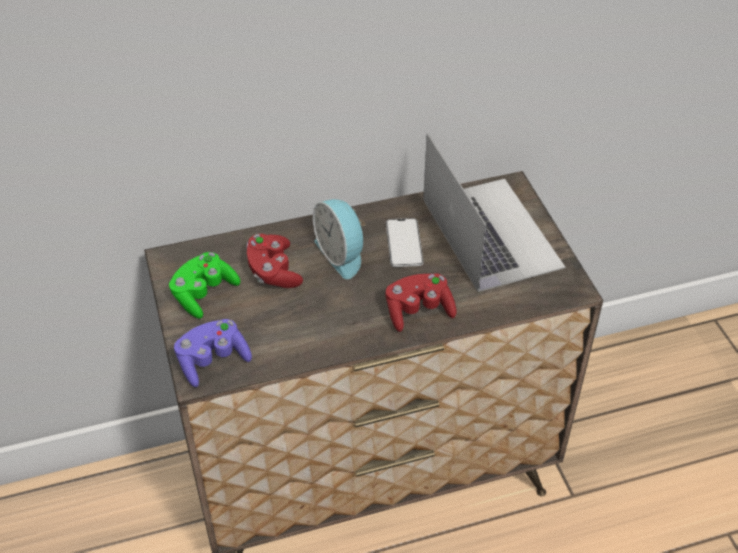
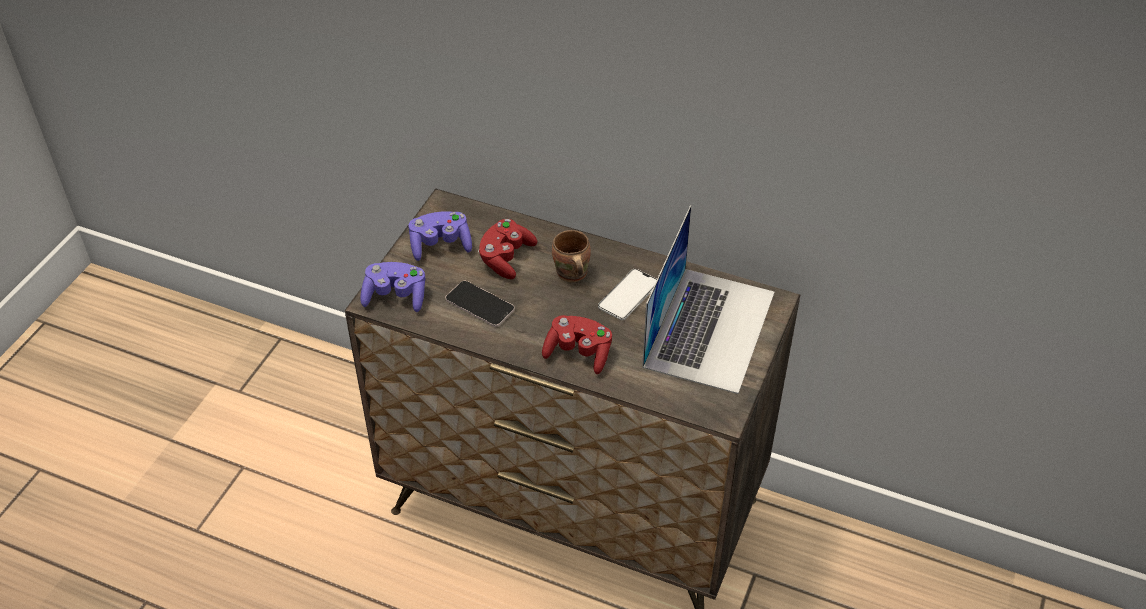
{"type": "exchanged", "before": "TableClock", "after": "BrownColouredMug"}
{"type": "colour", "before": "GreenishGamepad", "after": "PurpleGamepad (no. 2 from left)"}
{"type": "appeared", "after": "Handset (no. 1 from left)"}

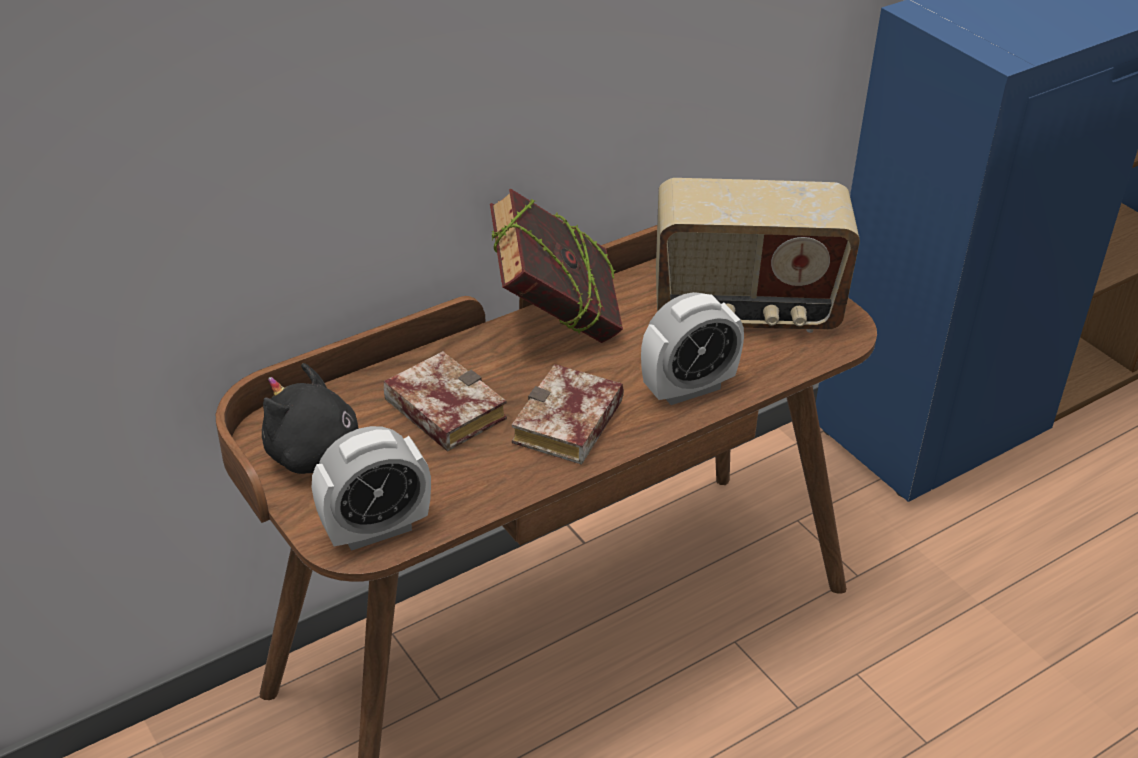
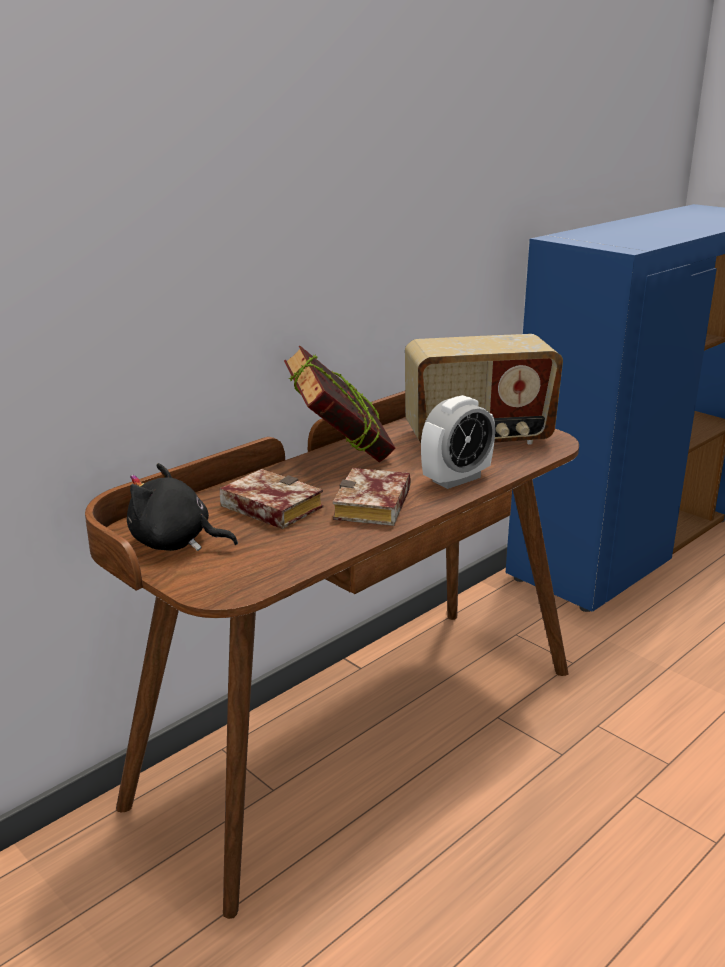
{"type": "missing", "before": "TableClock (no. 1 from left)"}

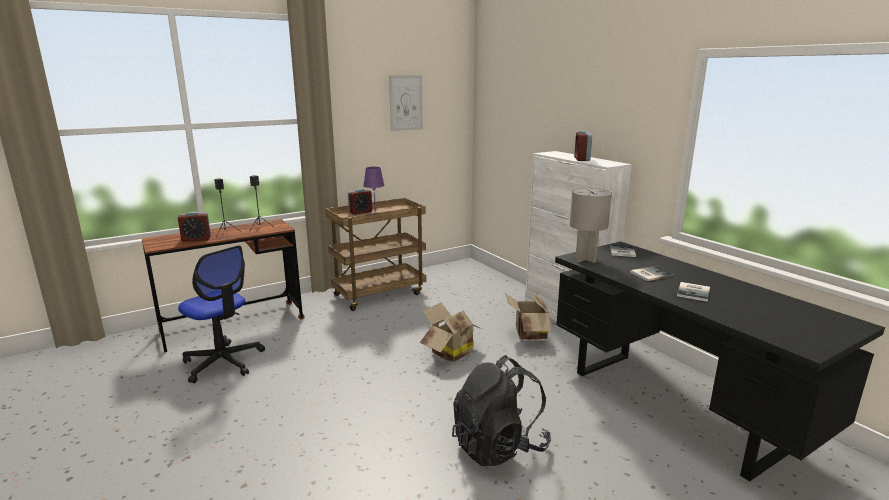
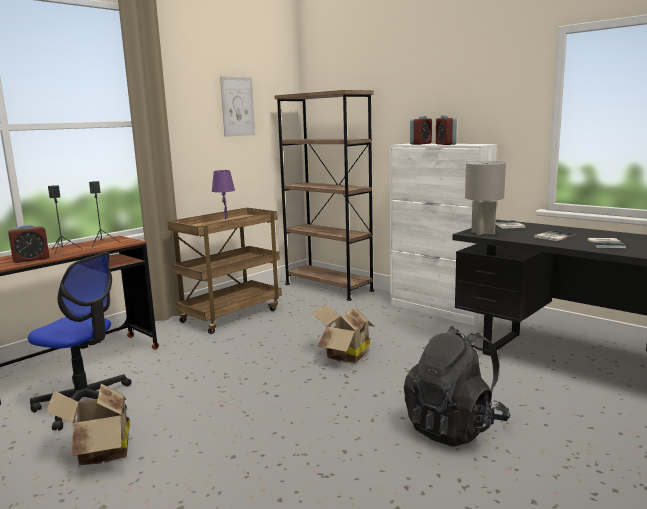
{"type": "relocated", "before": "TableClock (no. 2 from left)"}
{"type": "relocated", "before": "PackingBox (no. 2 from left in the first image)", "after": "PackingBox (no. 1 from left)"}
{"type": "appeared", "after": "BrownColouredShelvingUnit"}

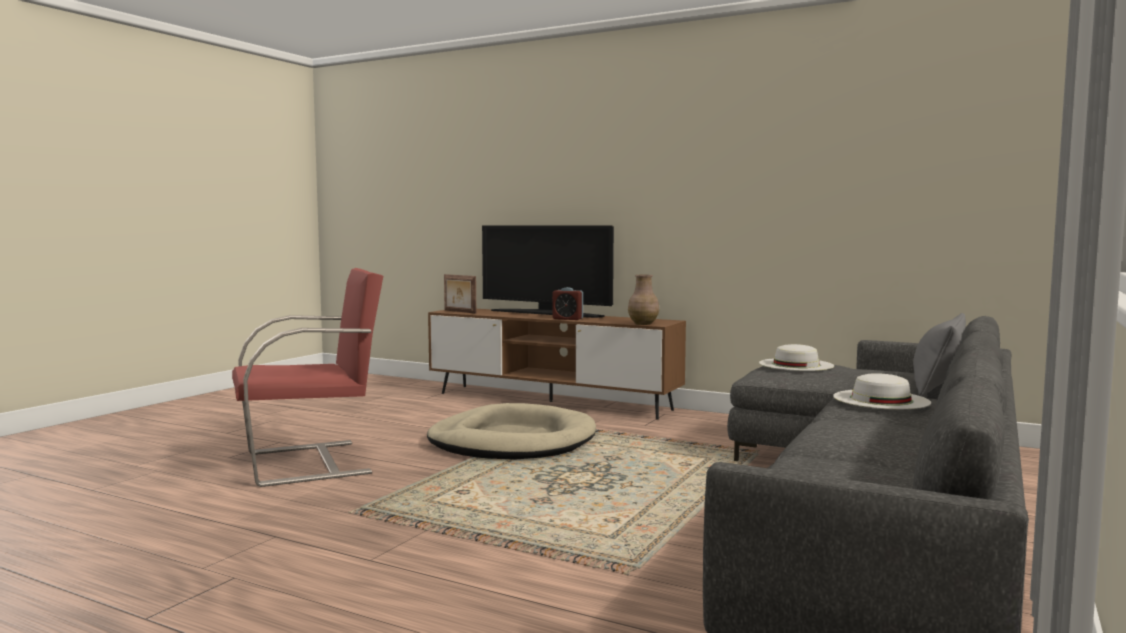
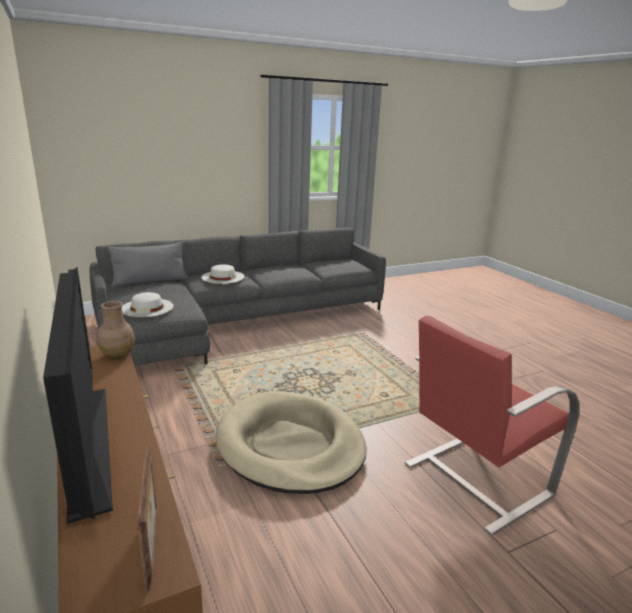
{"type": "spun", "before": "RedColouredEasyChair", "turn": -45}
{"type": "missing", "before": "TableClock"}

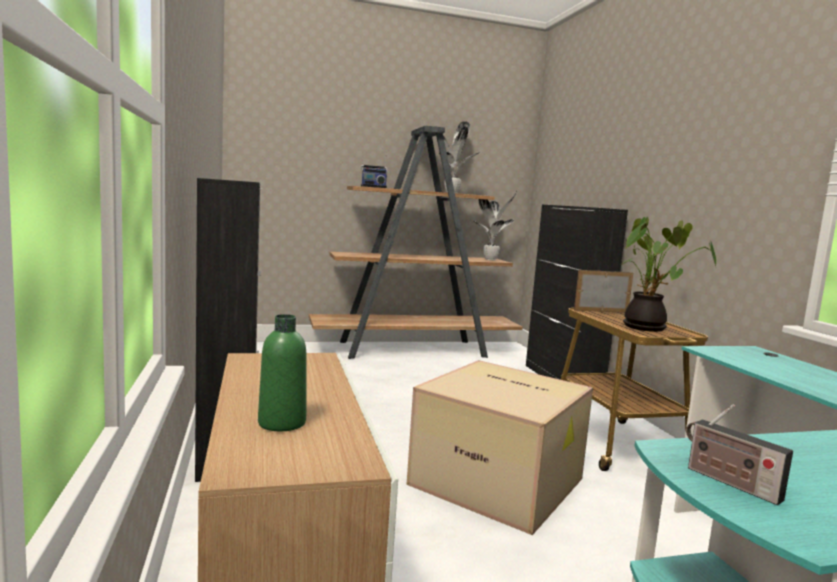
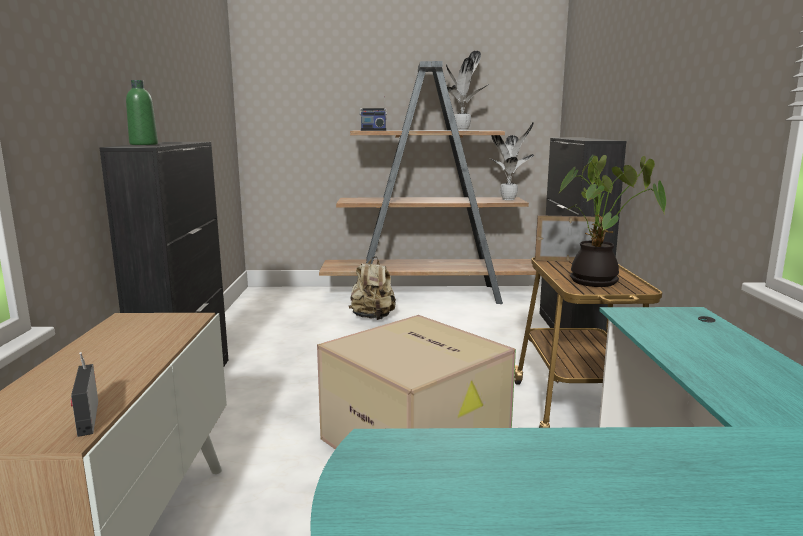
{"type": "relocated", "before": "GreenishDrinkBottle"}
{"type": "relocated", "before": "RadioReceiver (no. 2 from left in the first image)", "after": "RadioReceiver (no. 1 from left)"}
{"type": "appeared", "after": "BeigeKnapsack"}

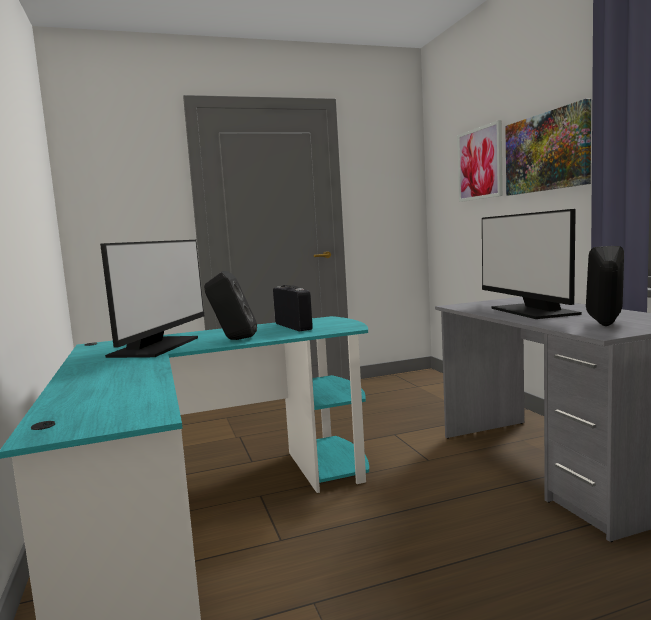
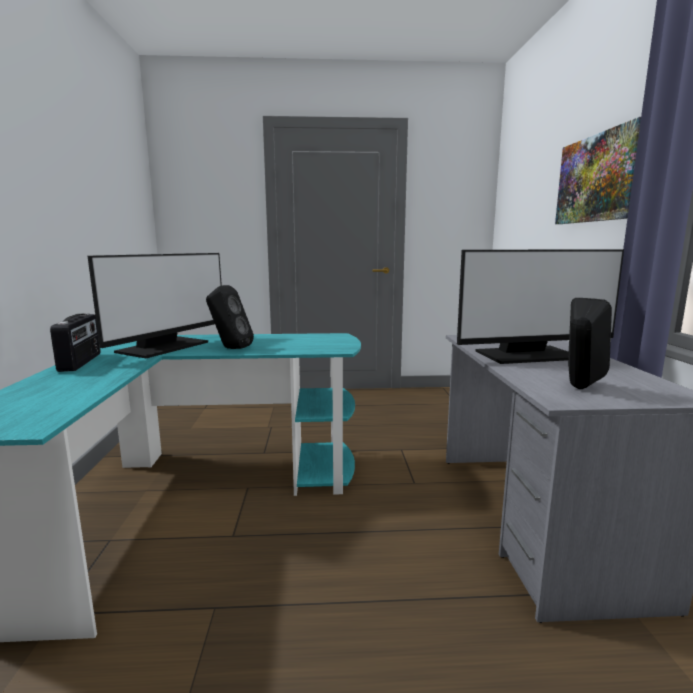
{"type": "missing", "before": "Picture (no. 1 from left)"}
{"type": "spun", "before": "ComputerDisplay (no. 2 from left)", "turn": -105}
{"type": "relocated", "before": "RadioReceiver"}

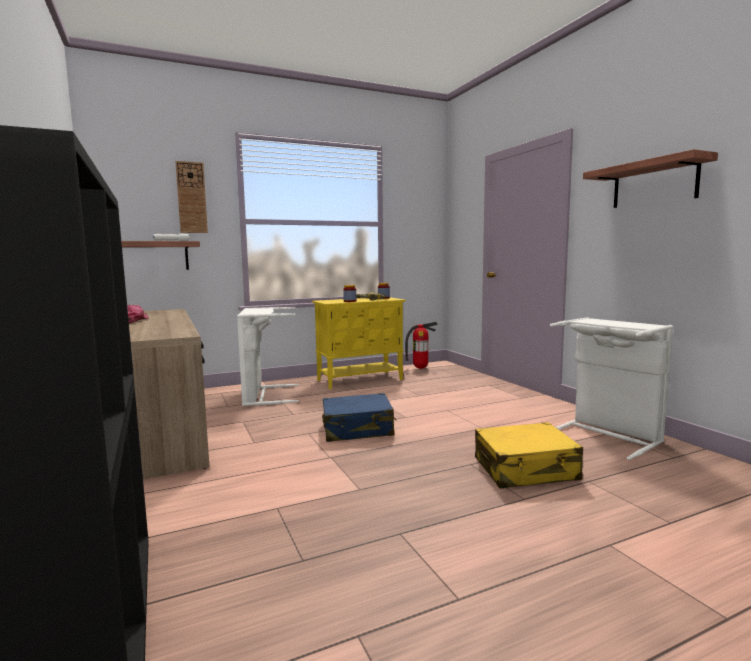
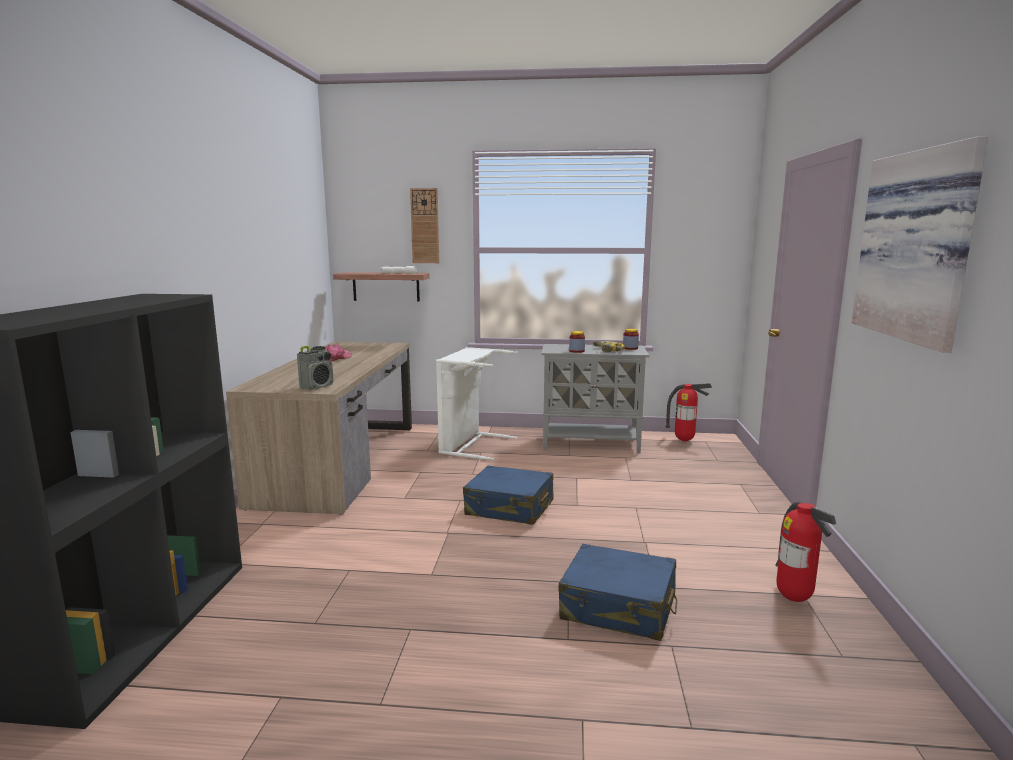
{"type": "exchanged", "before": "Shelf (no. 2 from left)", "after": "Picture"}
{"type": "colour", "before": "YellowCupboard", "after": "GrayCupboard"}
{"type": "exchanged", "before": "WhiteColouredLaundryBasket (no. 2 from left)", "after": "Extinguisher (no. 2 from left)"}
{"type": "colour", "before": "YellowPieceOfLuggage", "after": "BluePieceOfLuggage (no. 2 from left)"}
{"type": "appeared", "after": "RadioReceiver"}

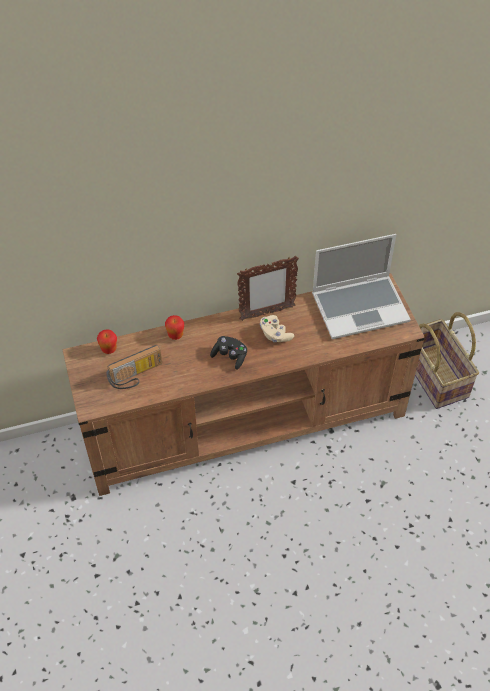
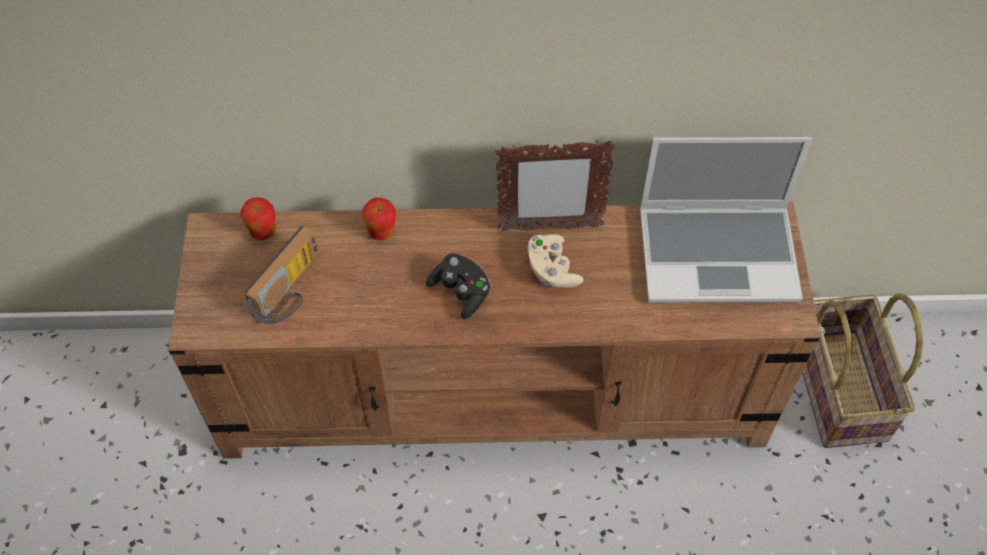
{"type": "spun", "before": "RadioReceiver", "turn": -45}

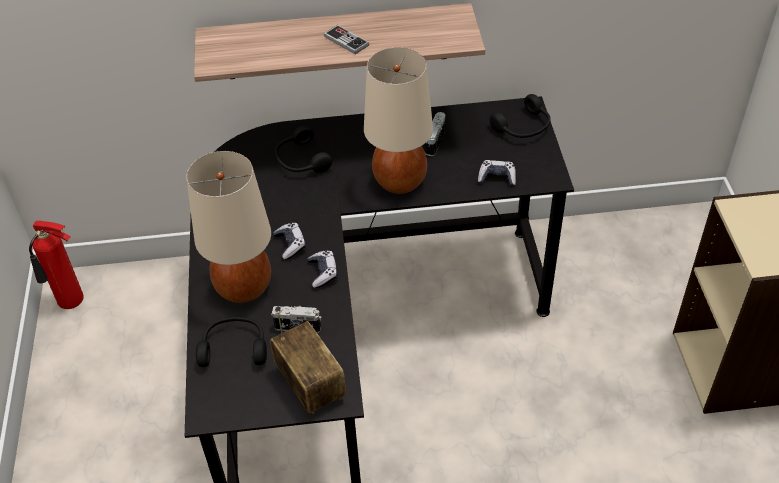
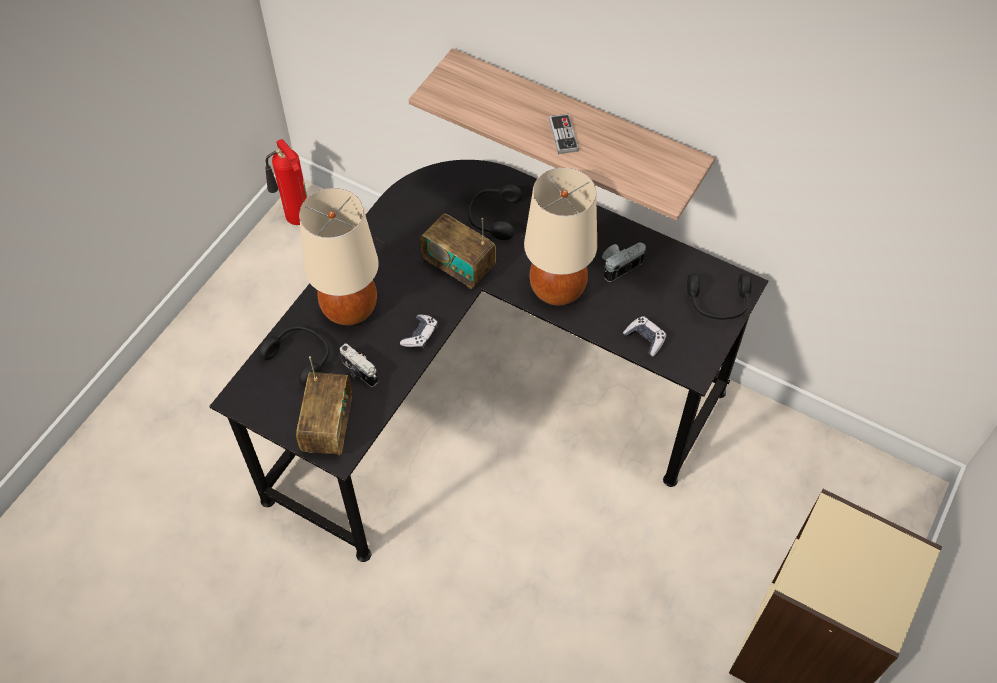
{"type": "missing", "before": "Gamepad (no. 1 from left)"}
{"type": "appeared", "after": "RadioReceiver (no. 2 from left)"}

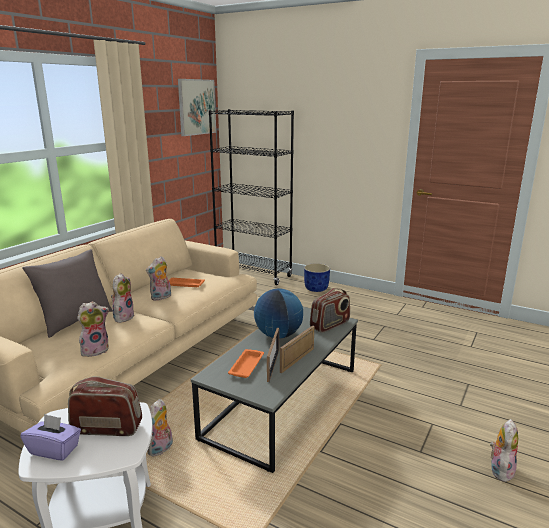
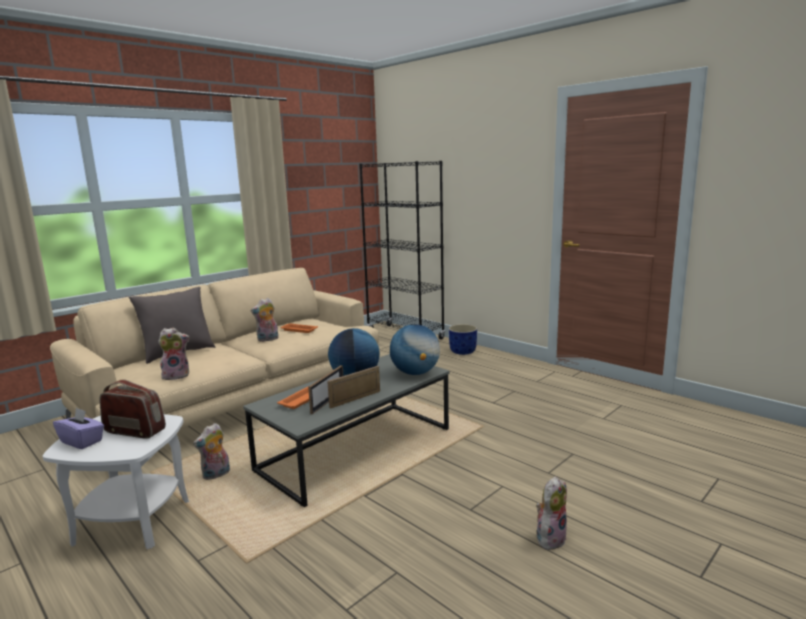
{"type": "missing", "before": "Picture"}
{"type": "missing", "before": "SoftToy (no. 2 from left)"}
{"type": "exchanged", "before": "RadioReceiver (no. 2 from left)", "after": "DeskGlobe (no. 2 from left)"}

